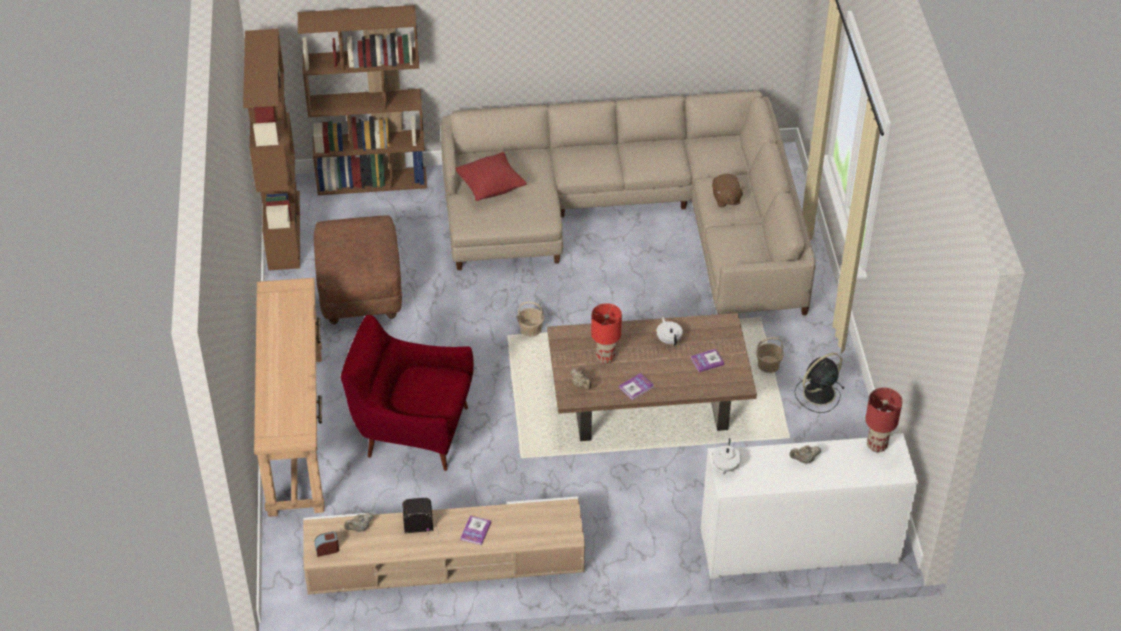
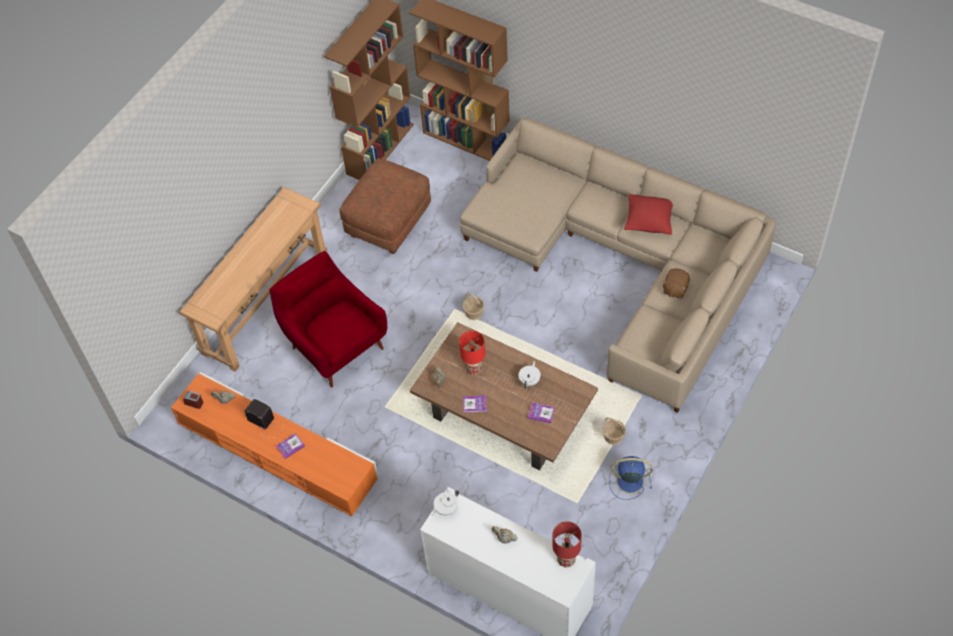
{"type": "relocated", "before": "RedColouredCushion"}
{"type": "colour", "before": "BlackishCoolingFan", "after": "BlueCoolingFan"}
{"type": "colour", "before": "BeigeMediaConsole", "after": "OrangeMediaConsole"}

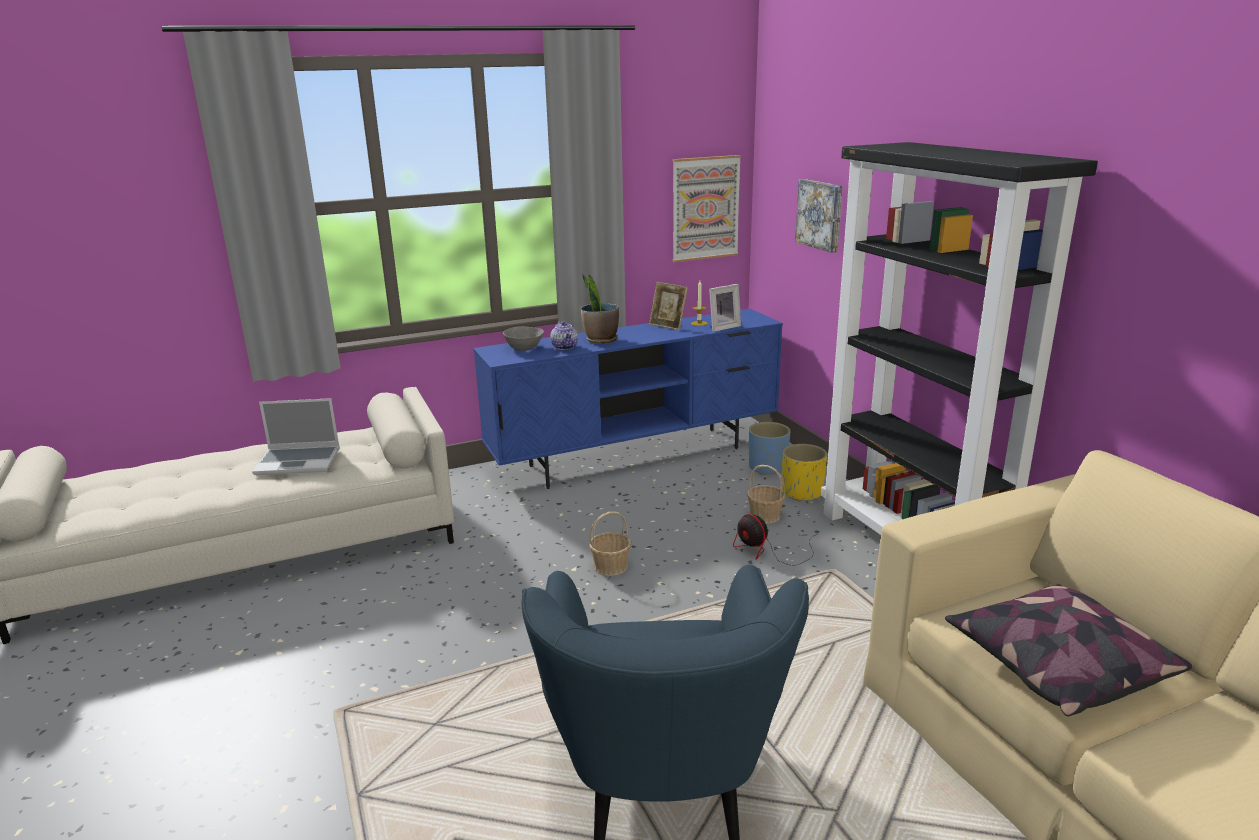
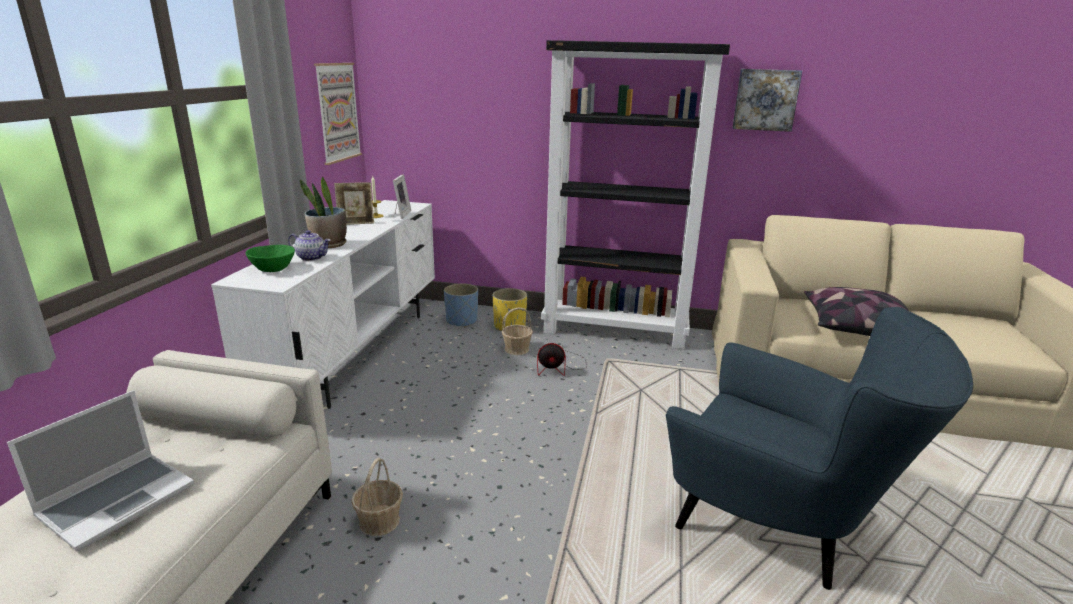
{"type": "relocated", "before": "Picture (no. 2 from left)"}
{"type": "colour", "before": "BlueMediaConsole", "after": "WhiteColouredMediaConsole"}
{"type": "colour", "before": "GrayServingBowl", "after": "GreenishServingBowl"}
{"type": "relocated", "before": "StorageBasket (no. 1 from left)"}

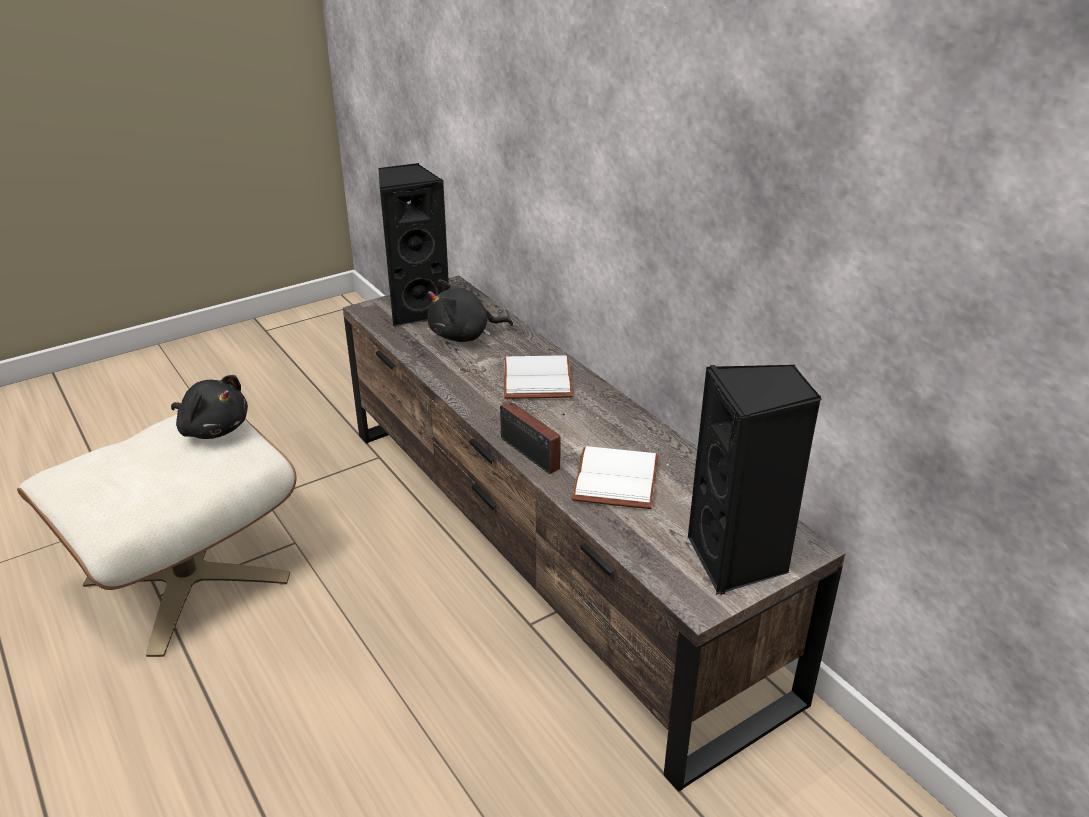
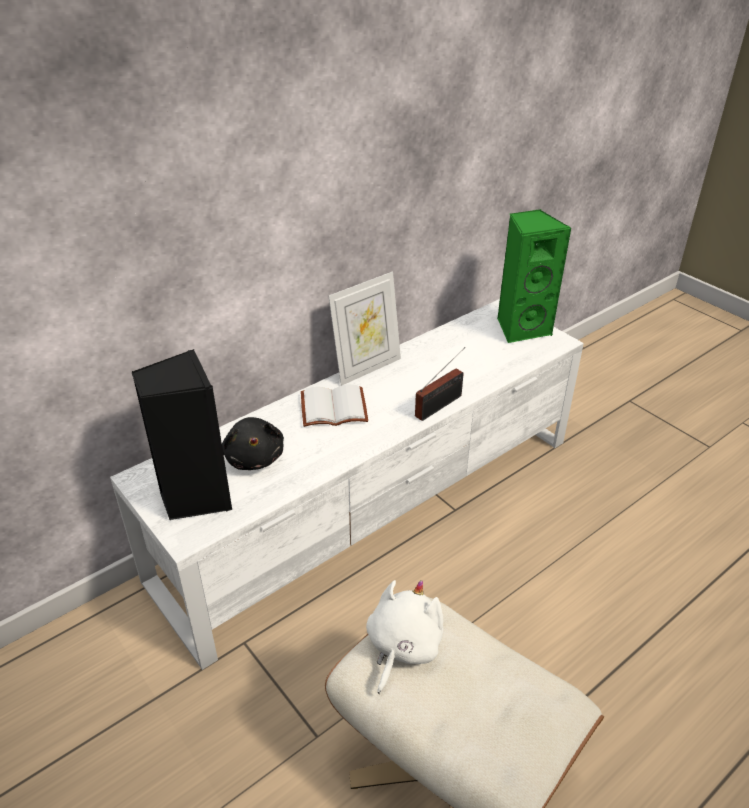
{"type": "colour", "before": "BrownColouredMediaConsole", "after": "WhiteColouredMediaConsole"}
{"type": "colour", "before": "BlackishSpeaker (no. 2 from left)", "after": "GreenishSpeaker"}
{"type": "colour", "before": "BlackishSoftToy (no. 1 from left)", "after": "WhiteColouredSoftToy"}
{"type": "missing", "before": "WhiteColouredVolume (no. 2 from left)"}
{"type": "appeared", "after": "StandingFrame"}

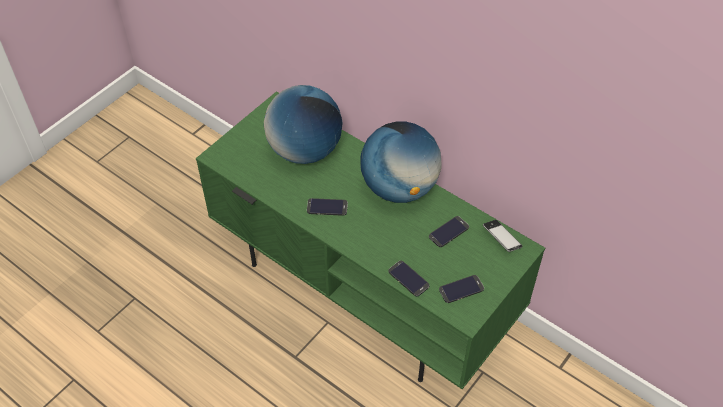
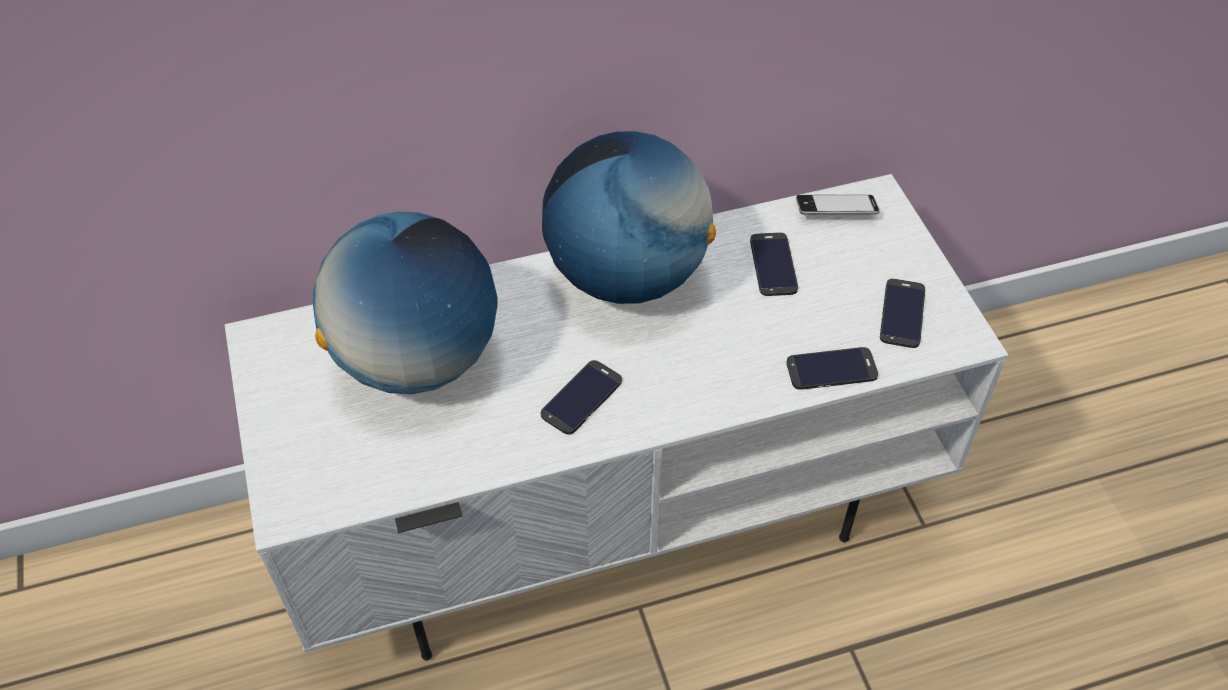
{"type": "colour", "before": "GreenishMediaConsole", "after": "WhiteColouredMediaConsole"}

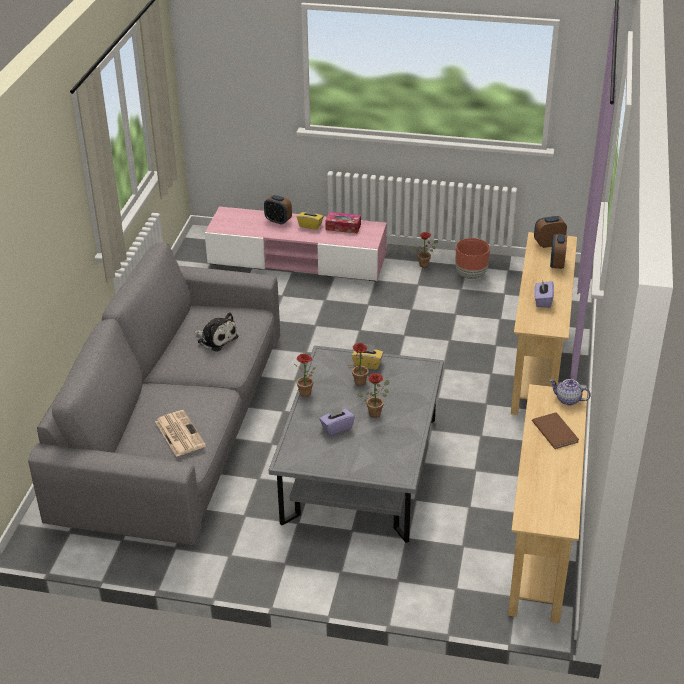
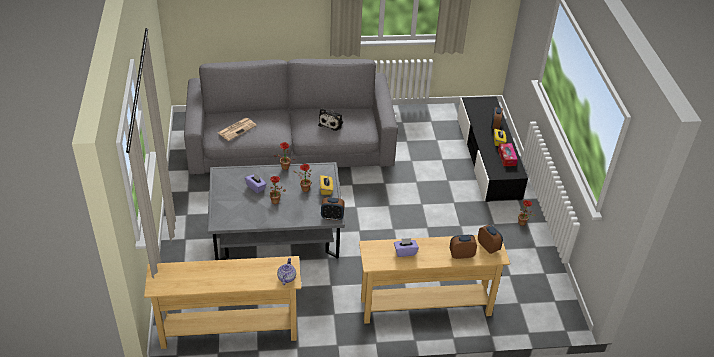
{"type": "colour", "before": "PinkishMediaConsole", "after": "BlackishMediaConsole"}
{"type": "missing", "before": "BrownColouredPlantPot"}
{"type": "missing", "before": "BrownColouredVolume"}
{"type": "appeared", "after": "TableClock (no. 1 from left)"}

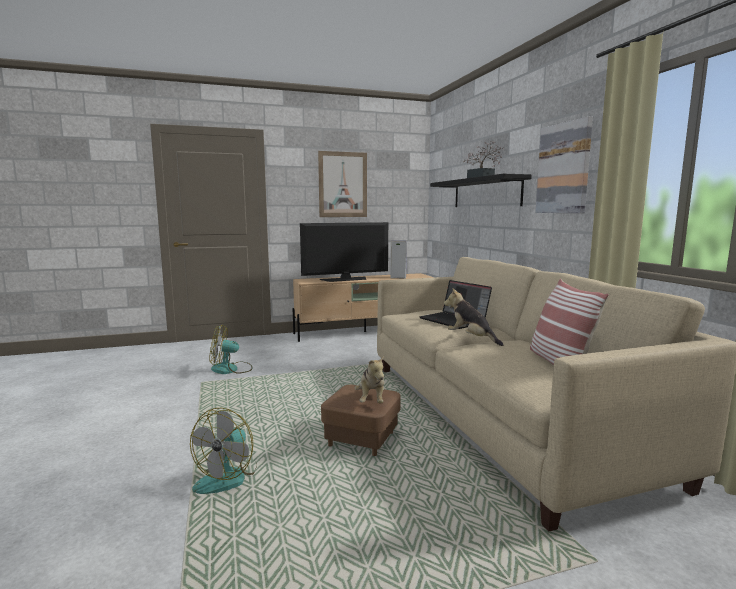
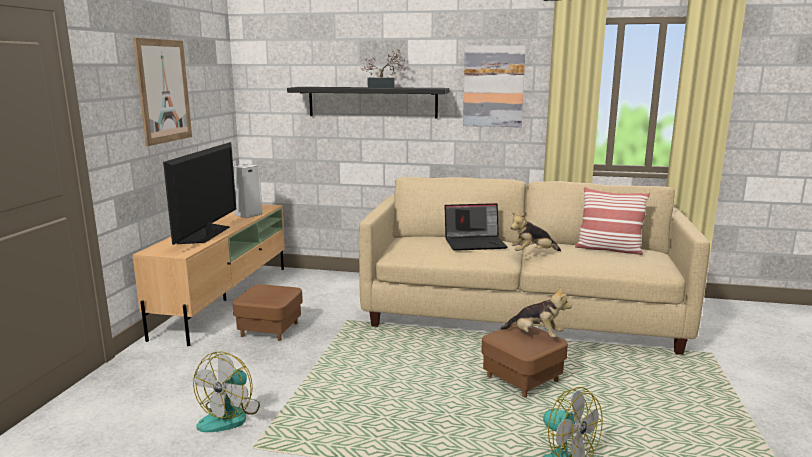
{"type": "appeared", "after": "BrownColouredPouffe (no. 1 from left)"}

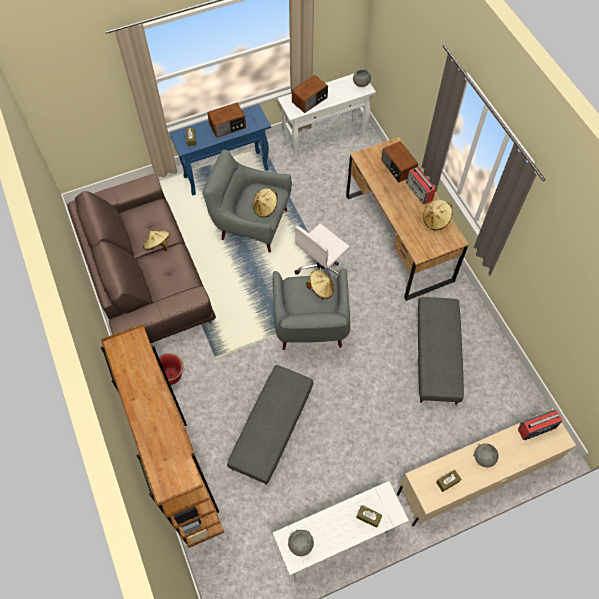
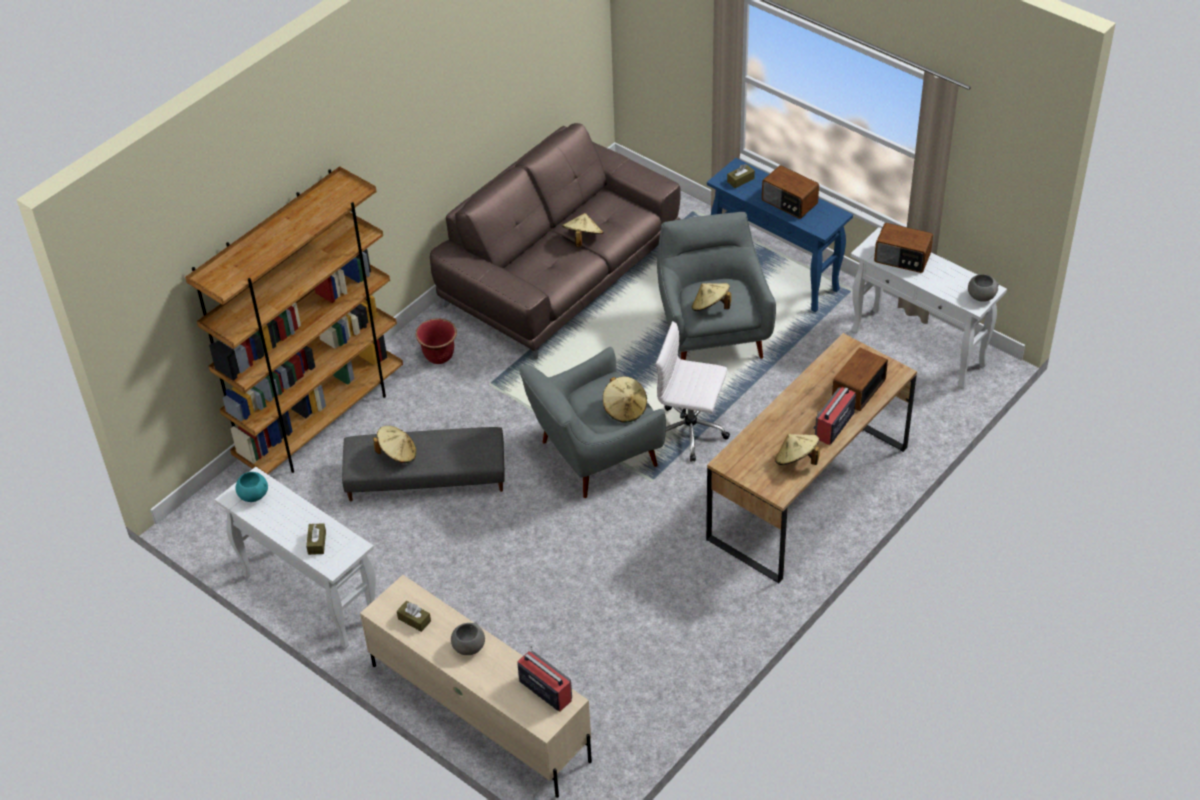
{"type": "missing", "before": "GrayPouffe (no. 2 from left)"}
{"type": "colour", "before": "GrayServingBowl (no. 1 from left)", "after": "BlueGreenServingBowl"}
{"type": "appeared", "after": "BeigeHat (no. 1 from left)"}

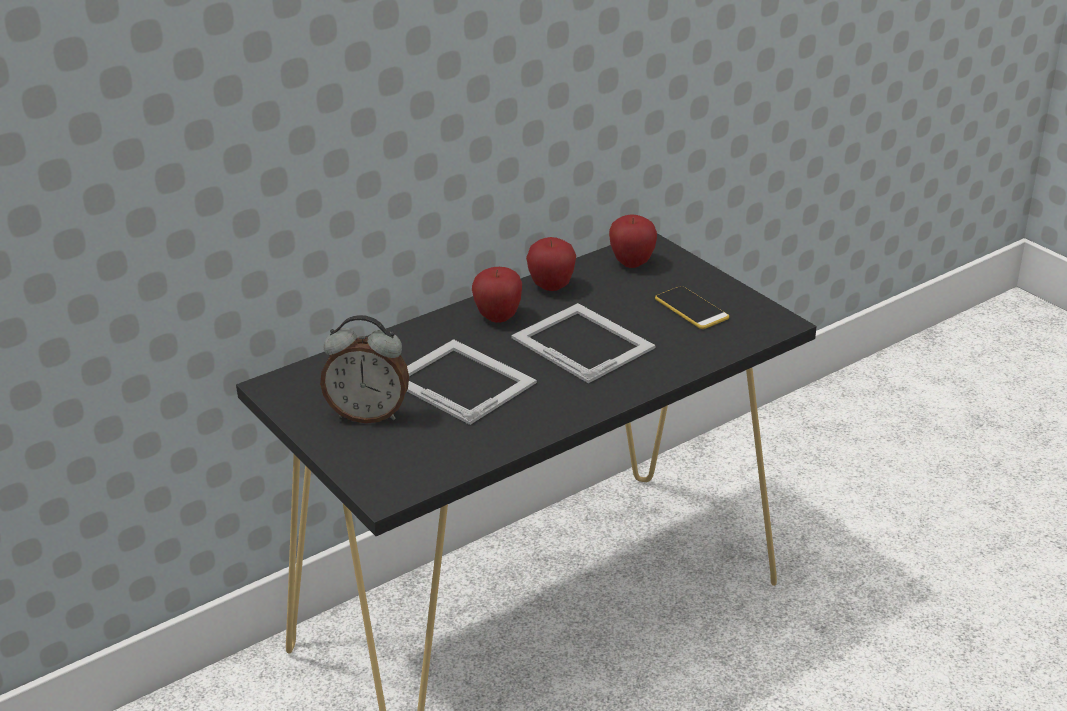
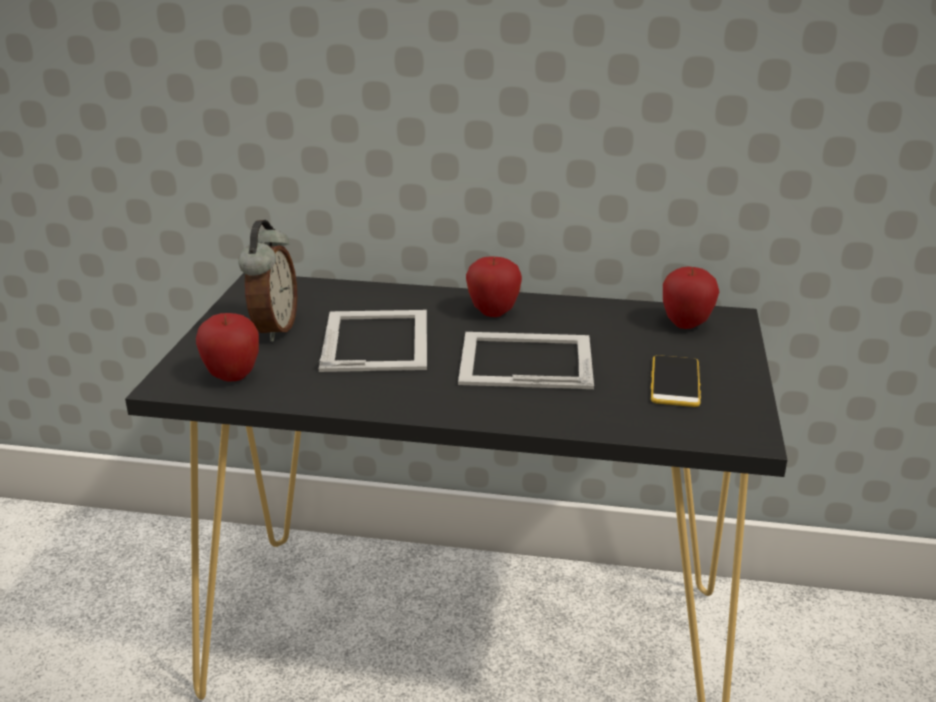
{"type": "relocated", "before": "WholeApple (no. 2 from left in the first image)", "after": "WholeApple (no. 1 from left)"}
{"type": "spun", "before": "StandingFrame (no. 2 from left)", "turn": -90}
{"type": "spun", "before": "TableClock", "turn": -135}

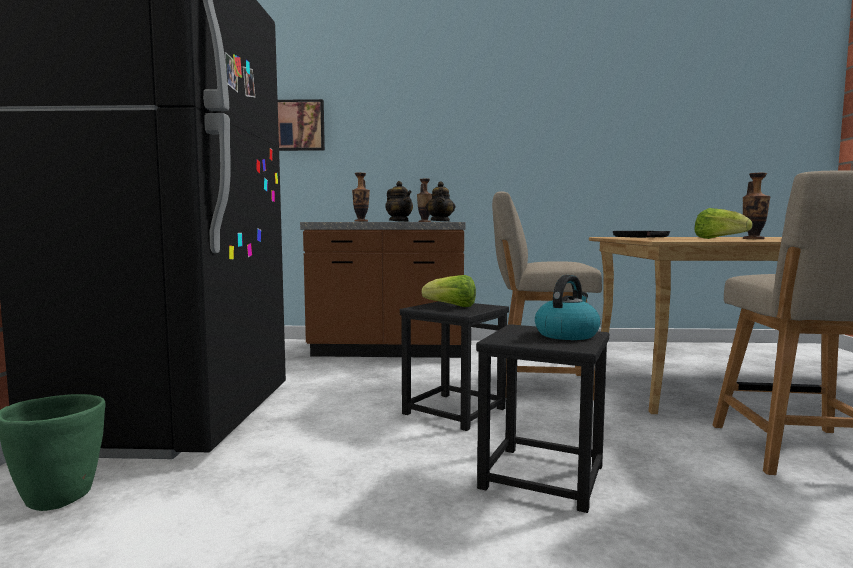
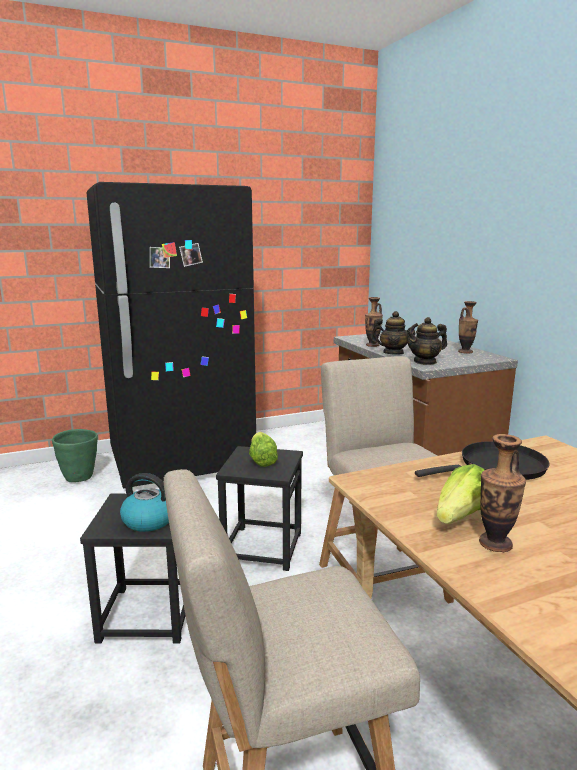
{"type": "missing", "before": "Picture"}
{"type": "spun", "before": "Teapot (no. 1 from left)", "turn": -105}

